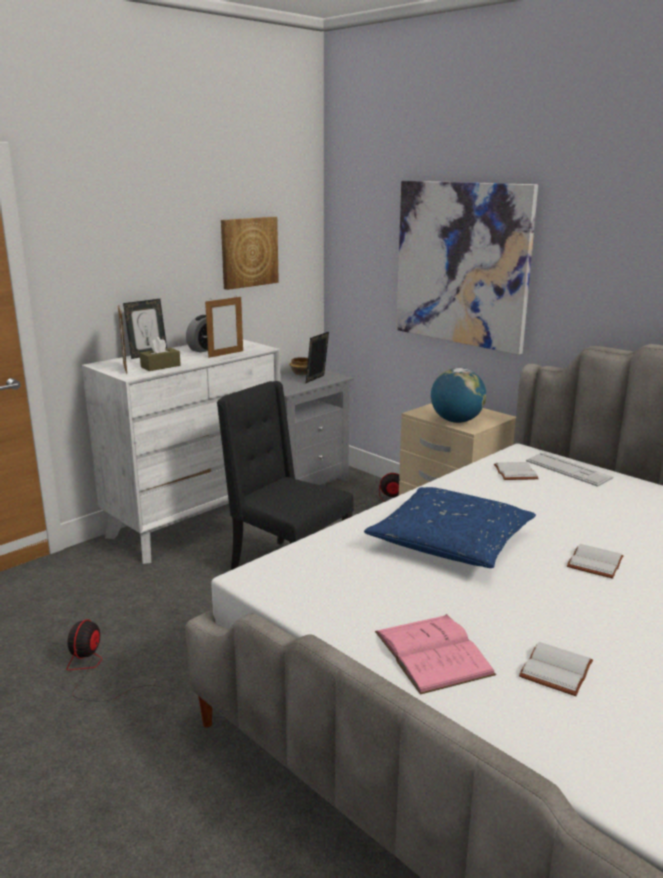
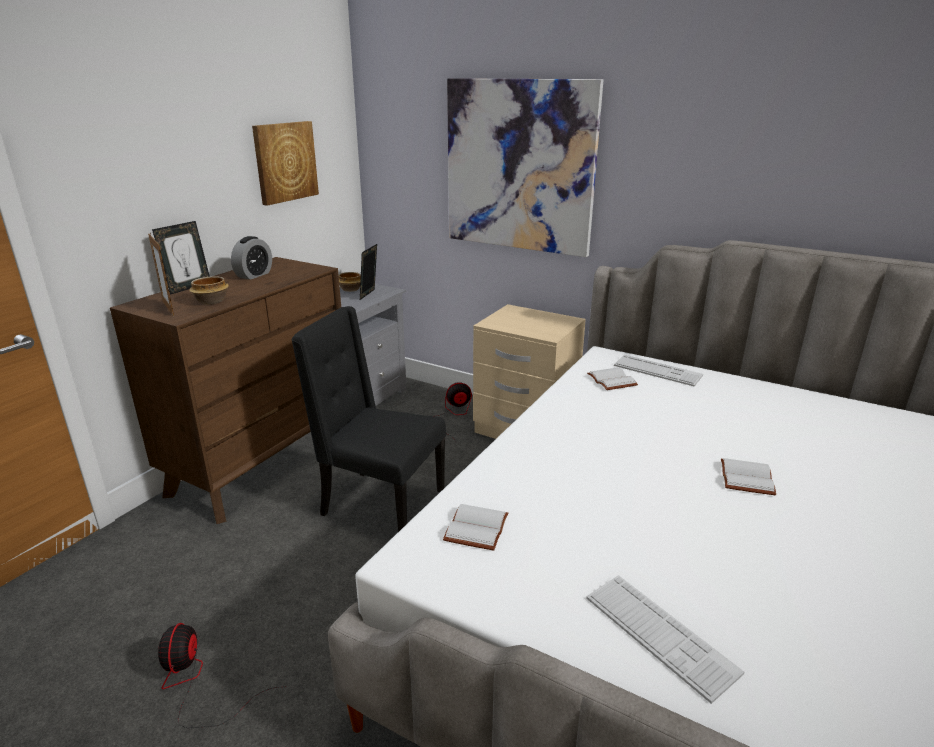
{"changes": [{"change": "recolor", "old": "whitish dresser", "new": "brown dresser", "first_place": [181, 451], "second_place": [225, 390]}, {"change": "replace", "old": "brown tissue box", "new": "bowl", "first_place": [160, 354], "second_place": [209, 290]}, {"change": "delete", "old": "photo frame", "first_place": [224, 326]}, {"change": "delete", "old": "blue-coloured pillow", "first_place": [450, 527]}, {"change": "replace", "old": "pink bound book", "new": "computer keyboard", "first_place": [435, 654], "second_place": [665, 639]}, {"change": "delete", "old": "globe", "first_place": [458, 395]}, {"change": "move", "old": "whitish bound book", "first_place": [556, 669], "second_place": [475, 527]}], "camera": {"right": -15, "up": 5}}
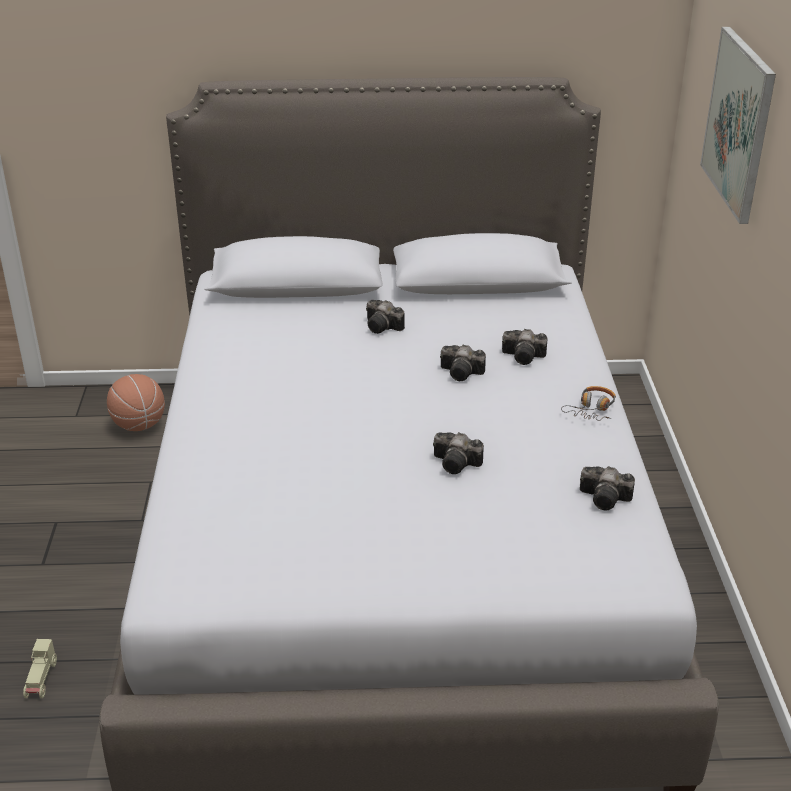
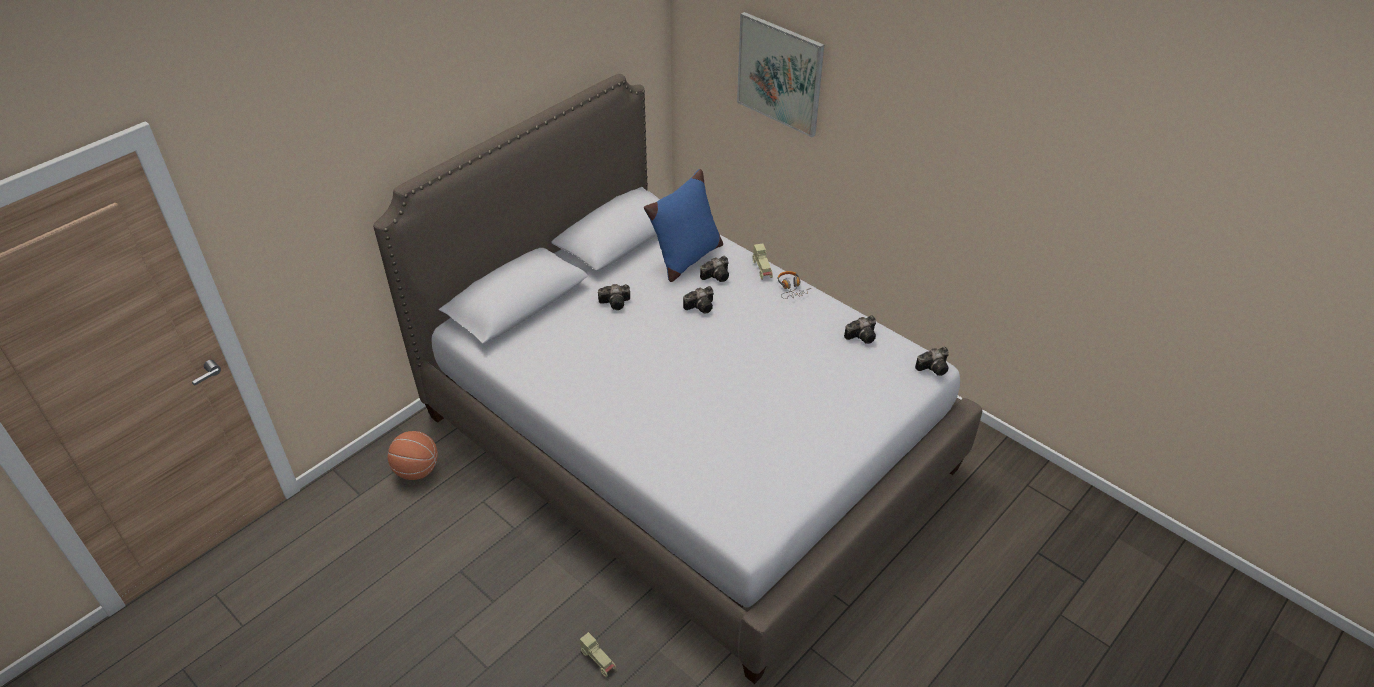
{"changes": [{"change": "move", "old": "photo camera", "first_place": [458, 453], "second_place": [932, 361]}, {"change": "insert", "new": "blue-coloured pillow", "second_place": [683, 225]}, {"change": "insert", "new": "sand-coloured model car", "second_place": [763, 261]}], "camera": {"right": -45, "up": 10}}
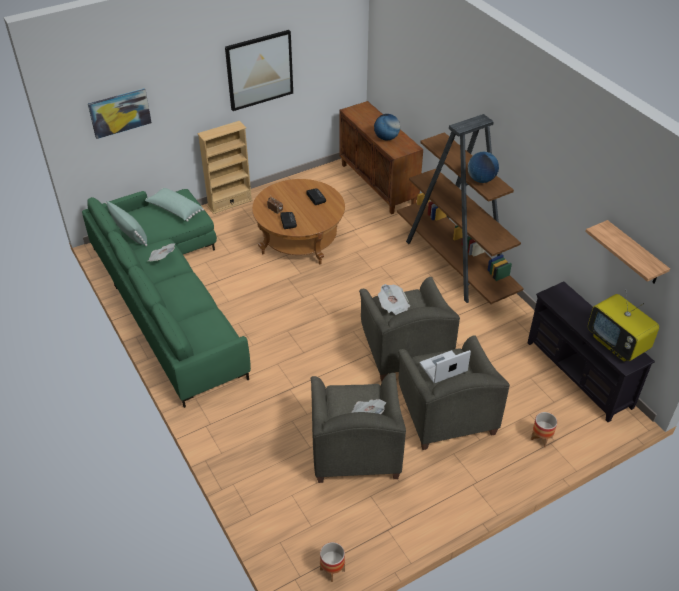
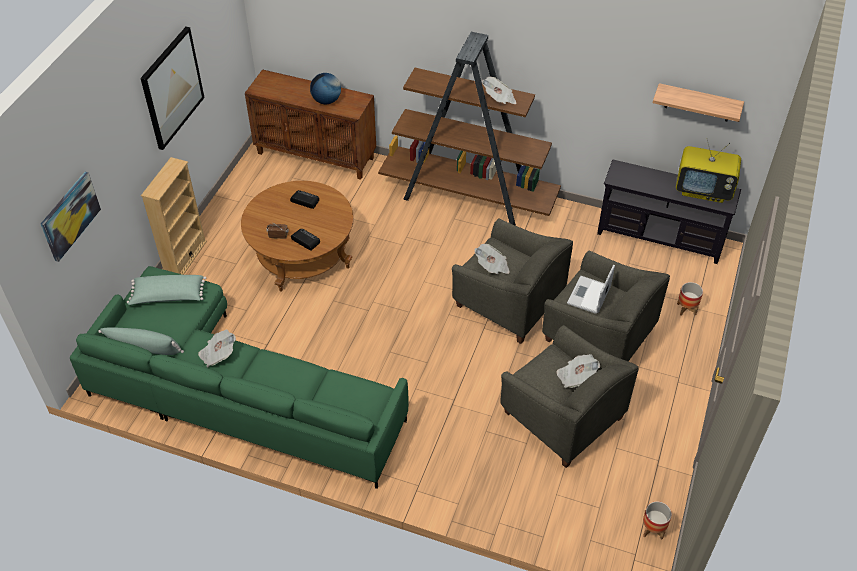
{"changes": [{"change": "replace", "old": "globe", "new": "newspaper", "first_place": [483, 167], "second_place": [499, 90]}], "camera": {"right": -40, "up": 5}}
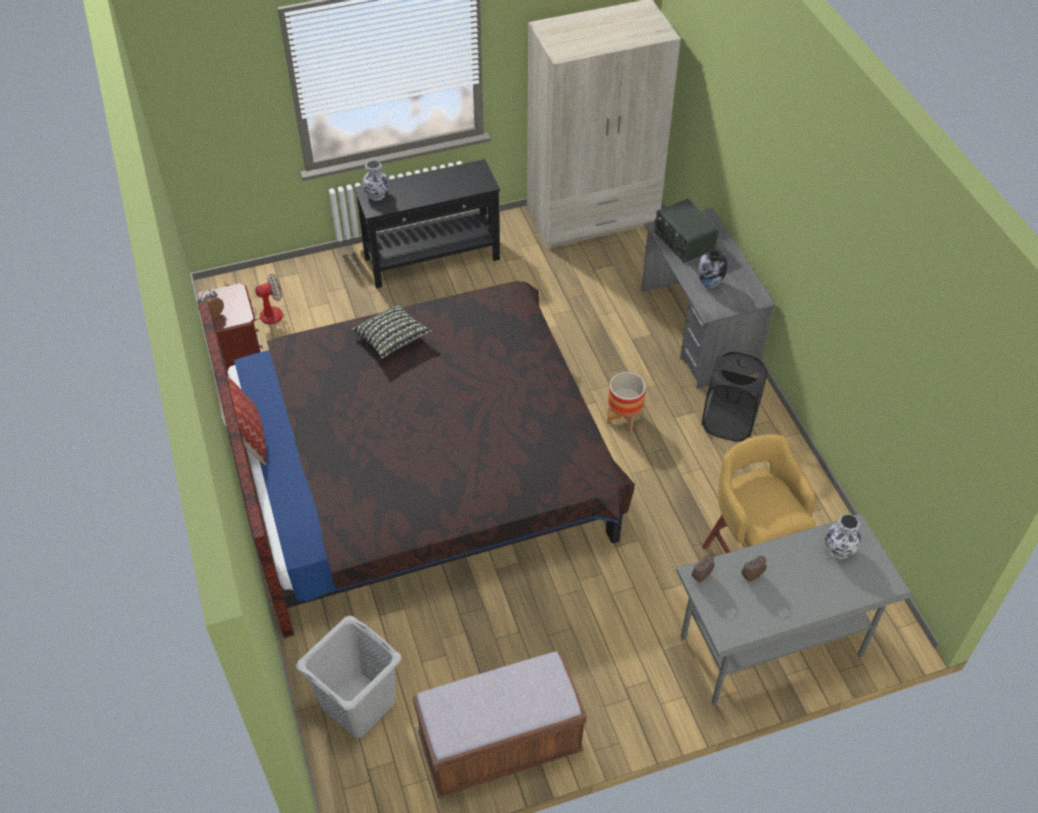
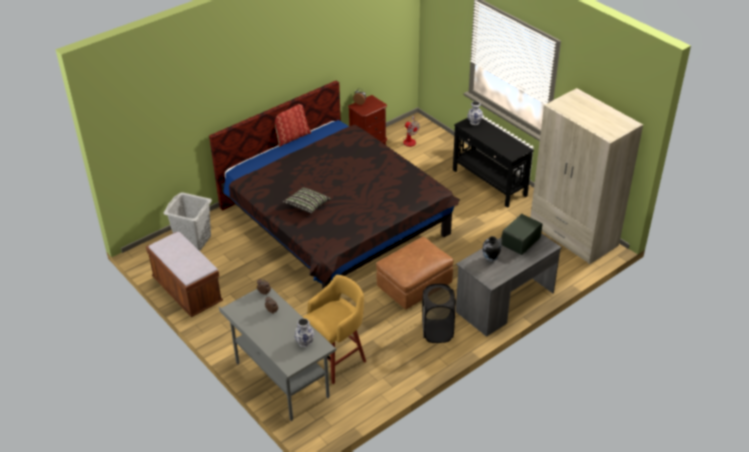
{"changes": [{"change": "move", "old": "pillow", "first_place": [392, 331], "second_place": [307, 200]}, {"change": "replace", "old": "planter", "new": "brown footrest", "first_place": [626, 402], "second_place": [415, 273]}], "camera": {"right": 70, "up": -10}}
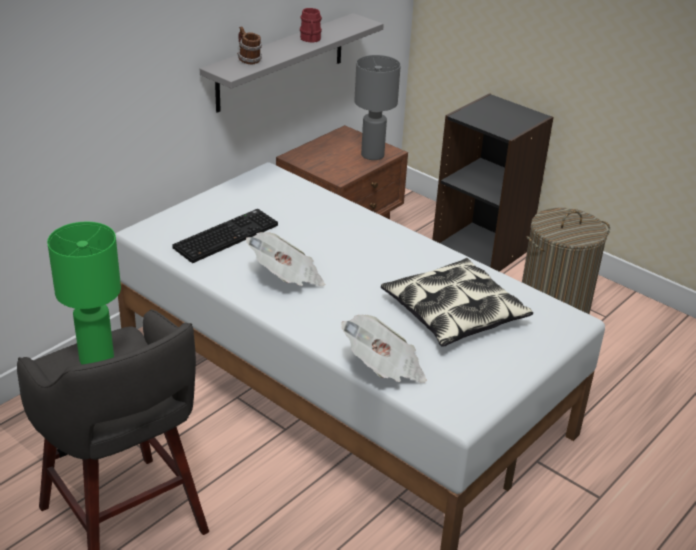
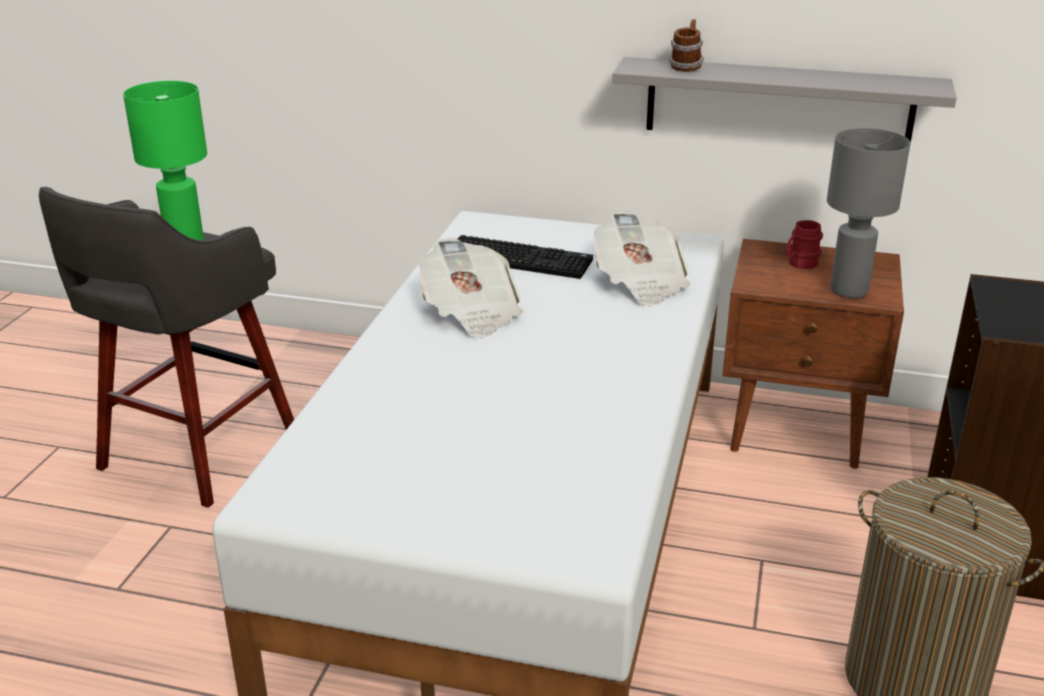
{"changes": [{"change": "move", "old": "reddish tea mug", "first_place": [311, 25], "second_place": [804, 244]}, {"change": "move", "old": "newspaper", "first_place": [384, 349], "second_place": [641, 259]}, {"change": "delete", "old": "pillow", "first_place": [457, 302]}], "camera": {"right": 65, "up": -5}}
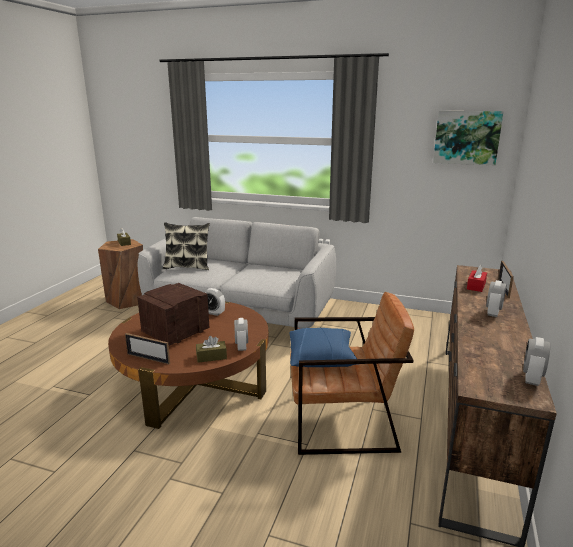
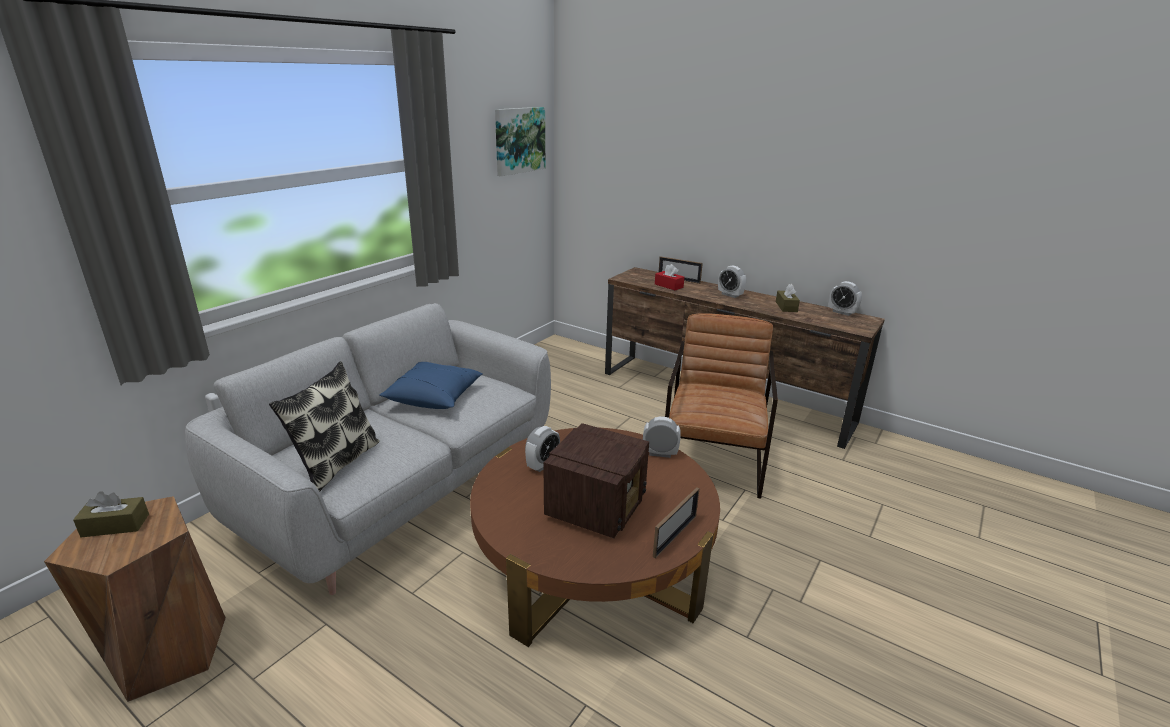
{"changes": [{"change": "rotate", "old": "radio receiver", "first_place": [173, 314], "second_place": [596, 480], "degrees": -120}, {"change": "move", "old": "brown tissue box", "first_place": [211, 349], "second_place": [788, 298]}, {"change": "move", "old": "blue-coloured pillow", "first_place": [324, 347], "second_place": [431, 385]}], "camera": {"right": -75, "up": 5}}
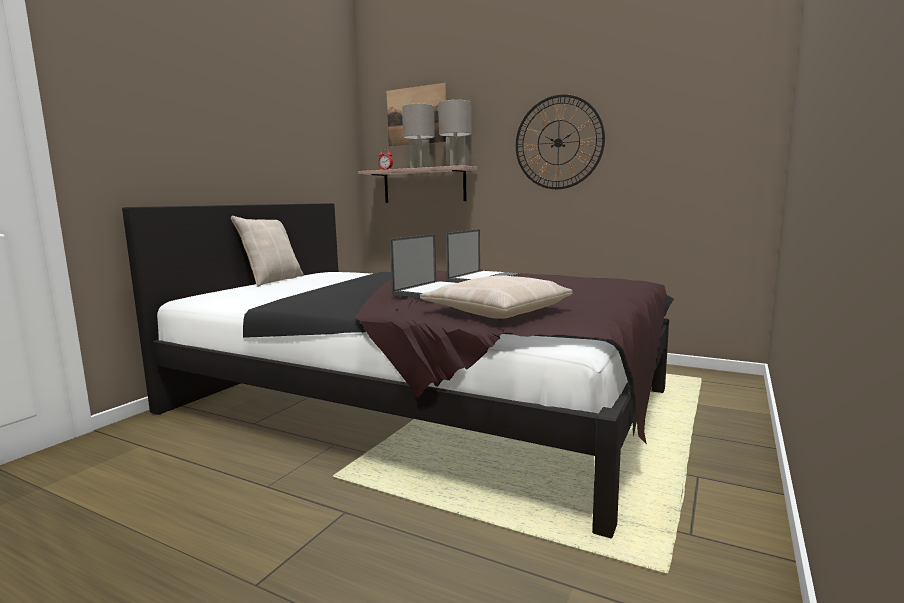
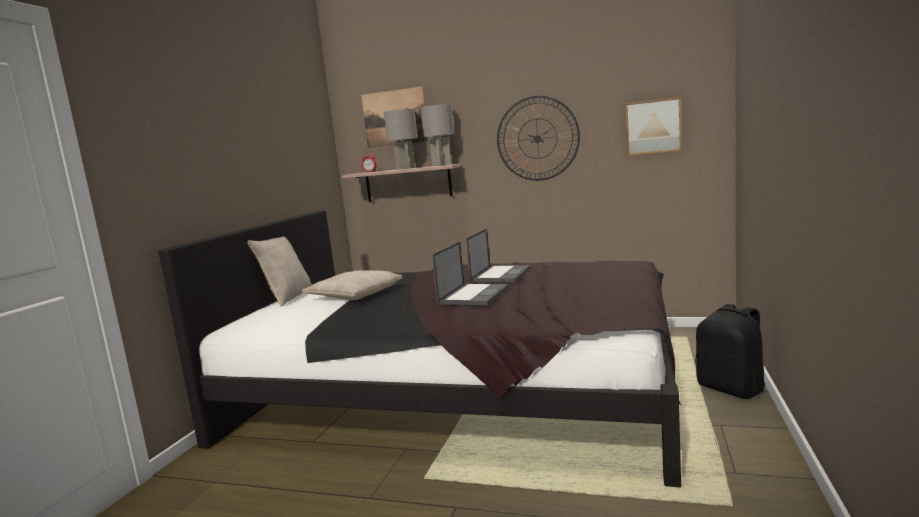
{"changes": [{"change": "move", "old": "sand-coloured pillow", "first_place": [496, 297], "second_place": [352, 285]}, {"change": "insert", "new": "wall art", "second_place": [653, 126]}, {"change": "insert", "new": "black backpack", "second_place": [730, 351]}], "camera": {"right": -10, "up": 0}}
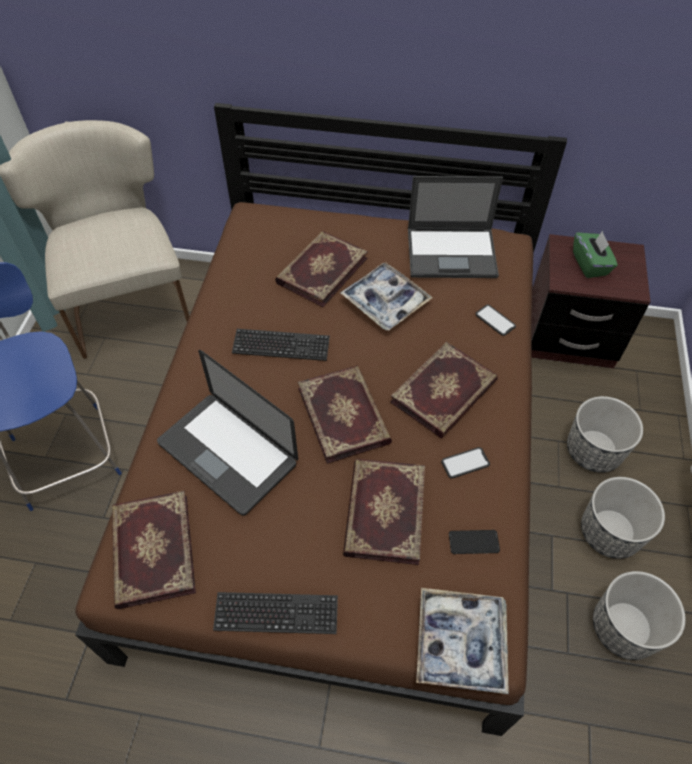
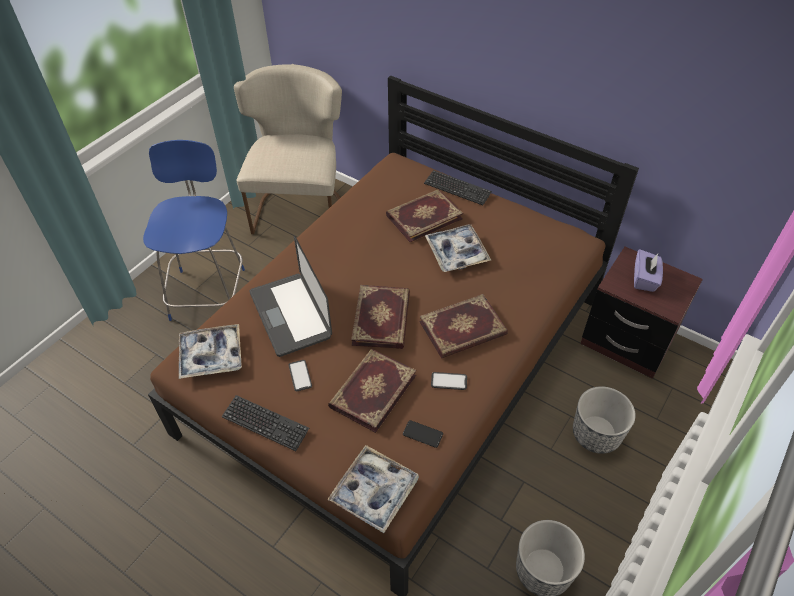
{"changes": [{"change": "replace", "old": "bound book", "new": "tray", "first_place": [154, 550], "second_place": [210, 351]}, {"change": "move", "old": "computer keyboard", "first_place": [281, 345], "second_place": [458, 187]}, {"change": "delete", "old": "portable computer", "first_place": [455, 227]}, {"change": "move", "old": "phone", "first_place": [495, 320], "second_place": [300, 375]}, {"change": "recolor", "old": "greenish tissue box", "new": "purple tissue box", "first_place": [595, 254], "second_place": [648, 270]}, {"change": "delete", "old": "planter", "first_place": [623, 518]}], "camera": {"right": 25, "up": -5}}
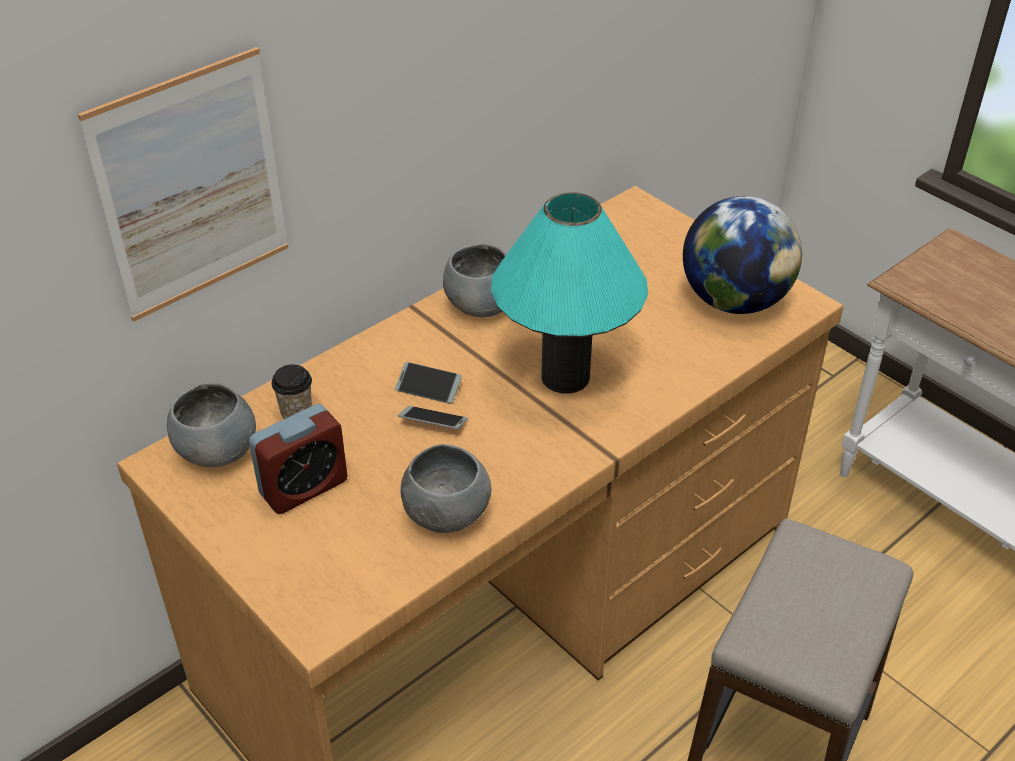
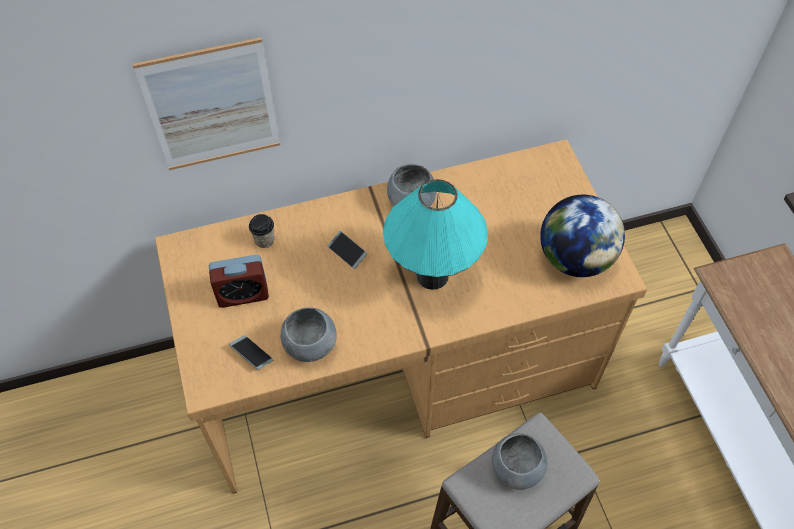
{"changes": [{"change": "move", "old": "gray bowl", "first_place": [211, 425], "second_place": [520, 461]}, {"change": "move", "old": "phone", "first_place": [433, 417], "second_place": [251, 352]}], "camera": {"right": 25, "up": 15}}
